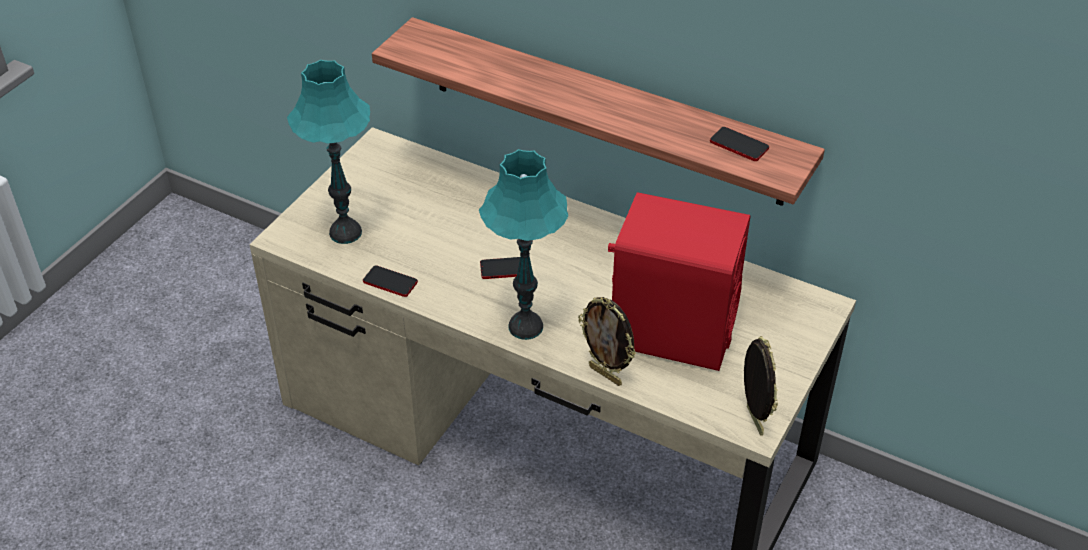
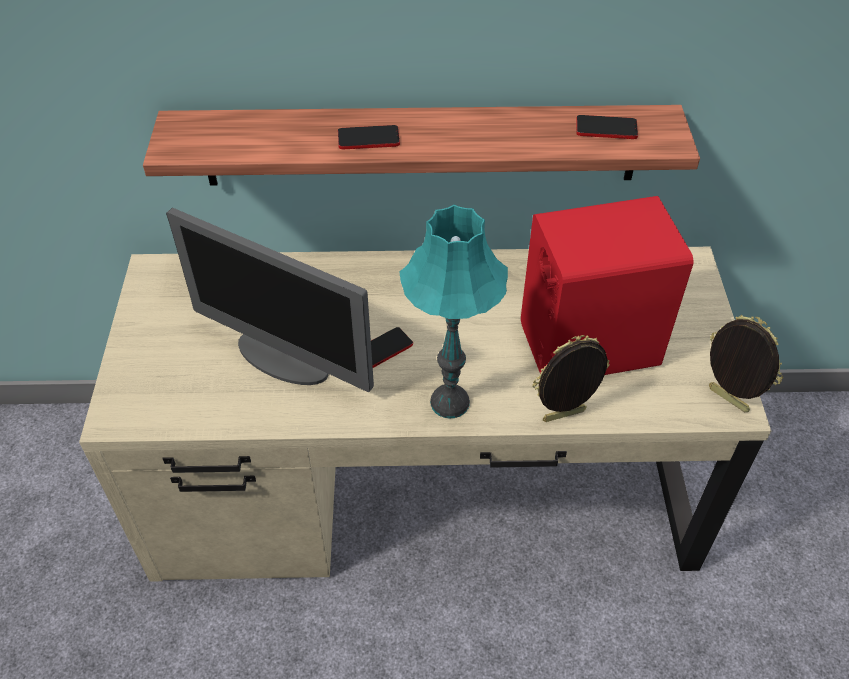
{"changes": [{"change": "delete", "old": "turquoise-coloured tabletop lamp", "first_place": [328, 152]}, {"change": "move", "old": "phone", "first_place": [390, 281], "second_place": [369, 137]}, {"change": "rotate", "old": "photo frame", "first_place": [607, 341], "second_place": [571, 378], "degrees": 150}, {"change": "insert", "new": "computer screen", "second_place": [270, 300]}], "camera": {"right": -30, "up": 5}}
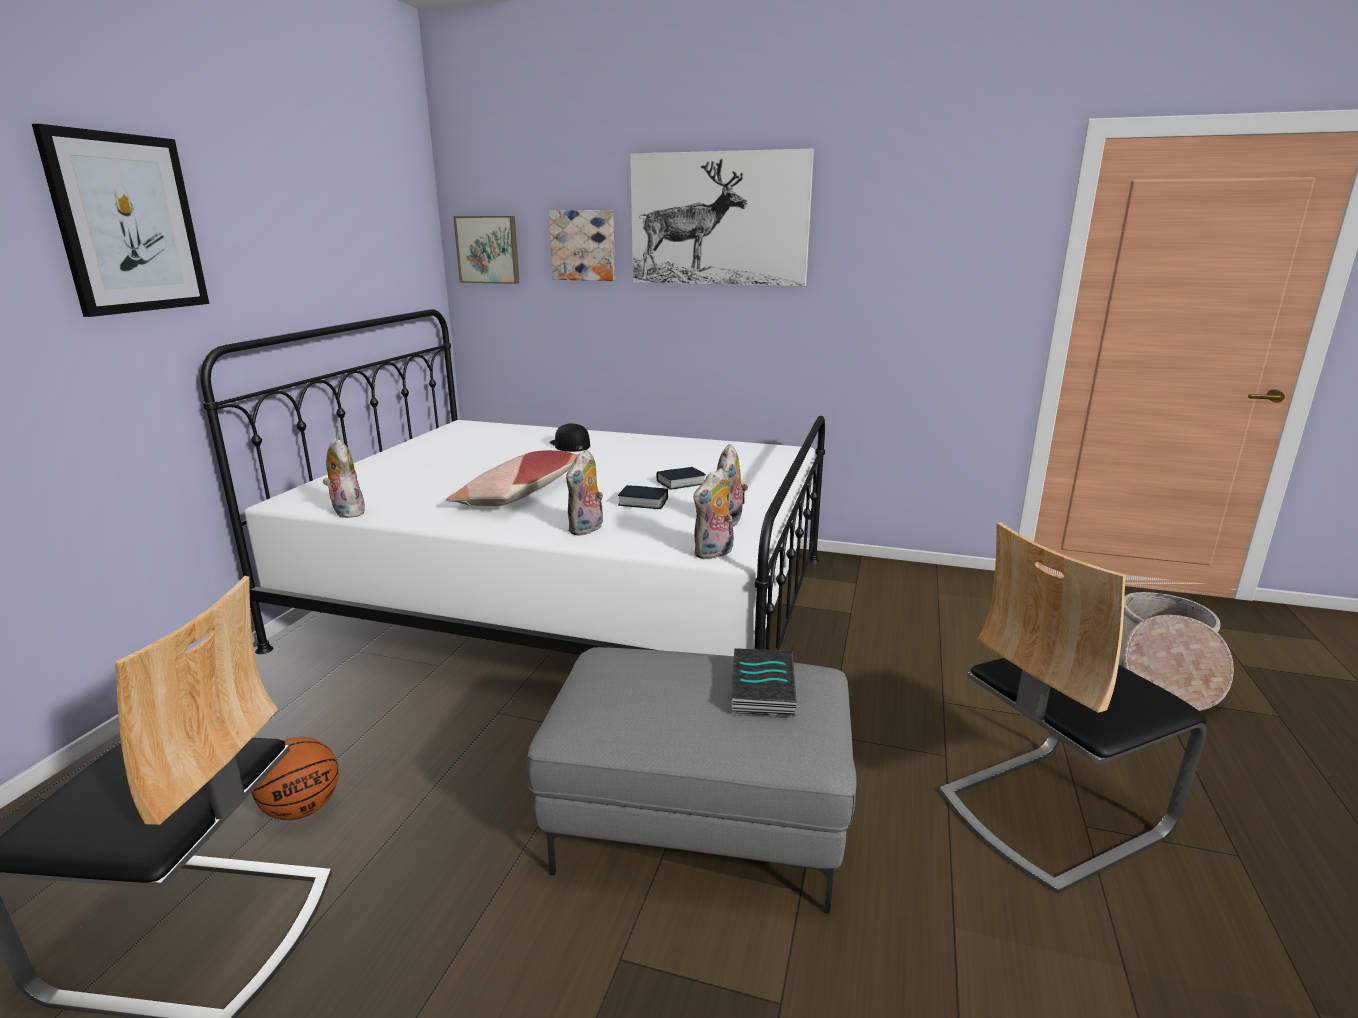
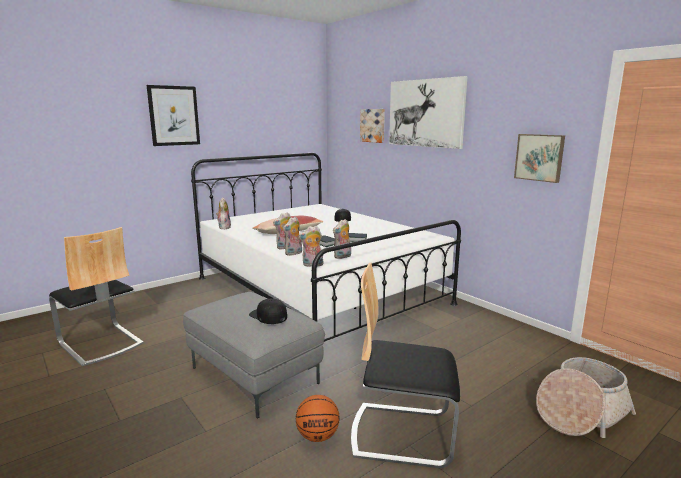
{"changes": [{"change": "move", "old": "ball for basketball", "first_place": [295, 778], "second_place": [317, 418]}, {"change": "move", "old": "wall art", "first_place": [486, 250], "second_place": [539, 158]}, {"change": "replace", "old": "bound book", "new": "black cap", "first_place": [764, 682], "second_place": [268, 311]}, {"change": "insert", "new": "cuddly toy", "second_place": [292, 236]}], "camera": {"right": 35, "up": -5}}
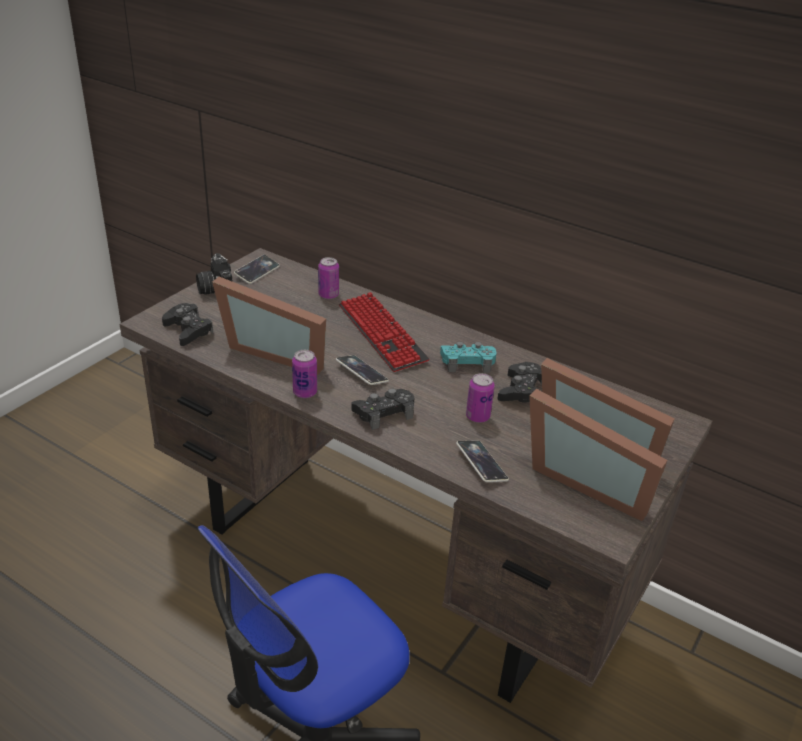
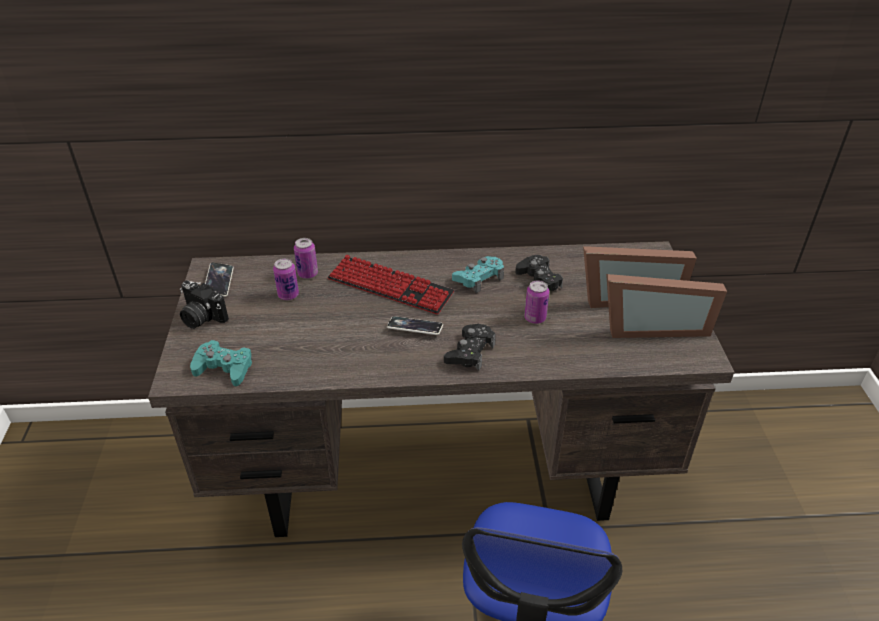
{"changes": [{"change": "recolor", "old": "black gamepad", "new": "turquoise-coloured gamepad", "first_place": [187, 324], "second_place": [221, 363]}, {"change": "delete", "old": "photo frame", "first_place": [269, 326]}, {"change": "move", "old": "sealed can", "first_place": [304, 374], "second_place": [286, 279]}, {"change": "delete", "old": "phone", "first_place": [482, 461]}], "camera": {"right": -35, "up": 5}}
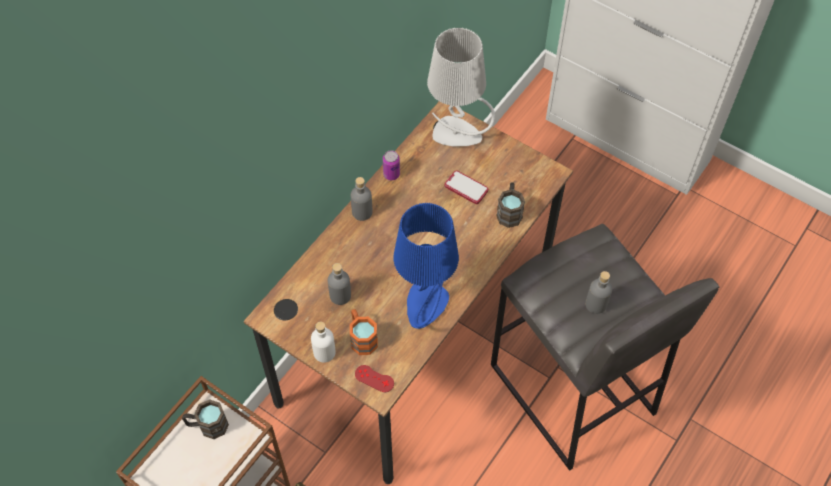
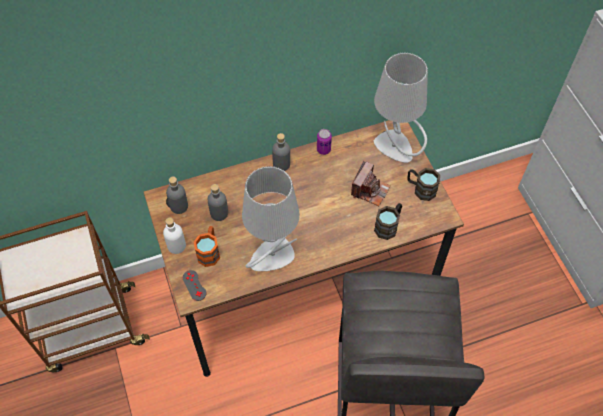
{"changes": [{"change": "move", "old": "brown tea mug", "first_place": [205, 419], "second_place": [423, 184]}, {"change": "recolor", "old": "reddish gamepad", "new": "gray gamepad", "first_place": [374, 378], "second_place": [194, 285]}, {"change": "recolor", "old": "blue-coloured tabletop lamp", "new": "gray tabletop lamp", "first_place": [426, 266], "second_place": [271, 218]}, {"change": "replace", "old": "phone", "new": "photo camera", "first_place": [466, 187], "second_place": [371, 183]}, {"change": "move", "old": "gray beverage bottle", "first_place": [598, 292], "second_place": [177, 195]}], "camera": {"right": 35, "up": 0}}
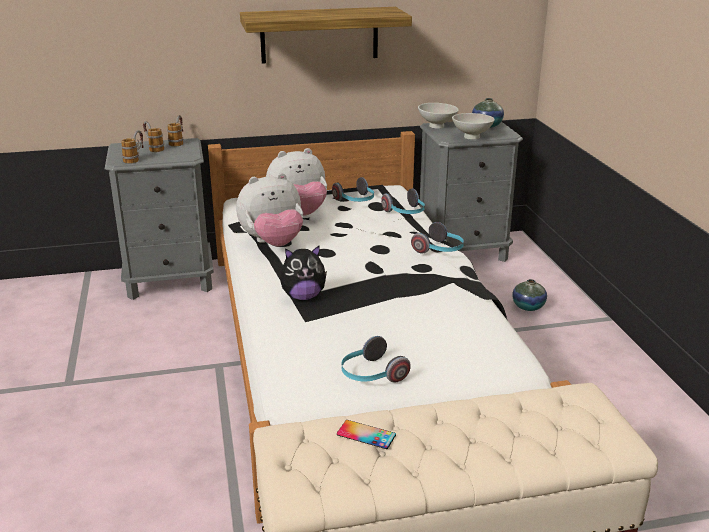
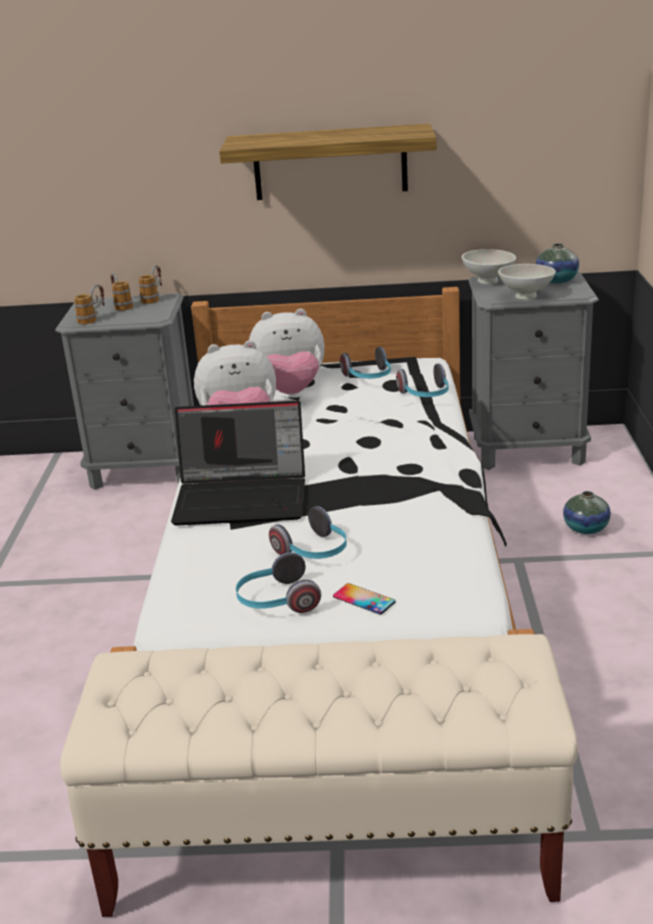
{"changes": [{"change": "replace", "old": "cuddly toy", "new": "portable computer", "first_place": [303, 273], "second_place": [238, 463]}, {"change": "move", "old": "phone", "first_place": [366, 434], "second_place": [364, 599]}, {"change": "move", "old": "pair of headphones", "first_place": [437, 238], "second_place": [308, 532]}], "camera": {"right": 15, "up": 0}}
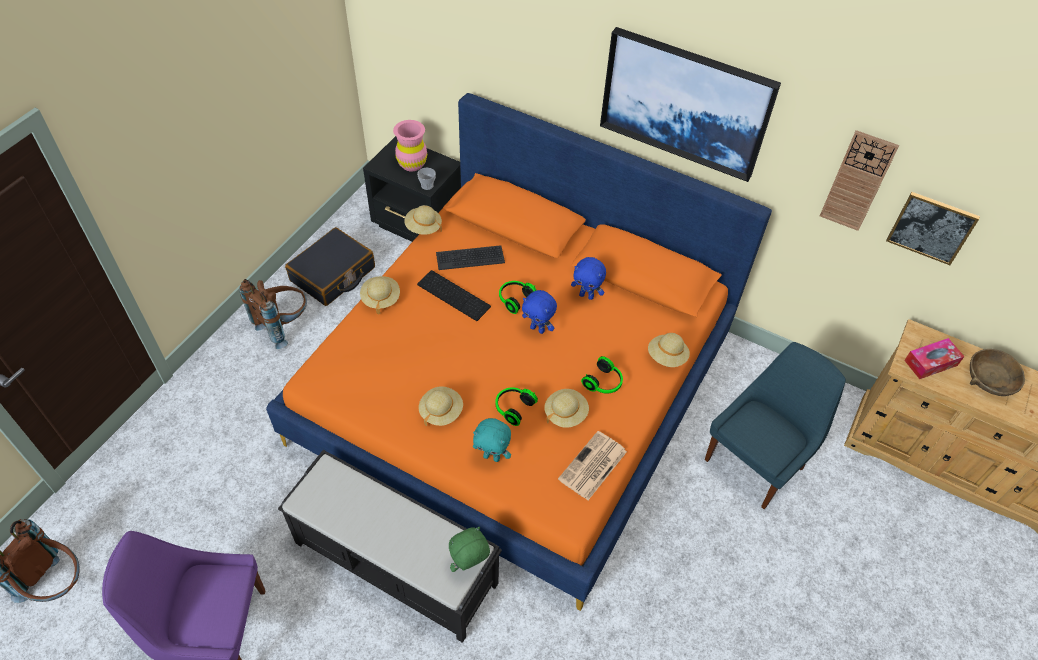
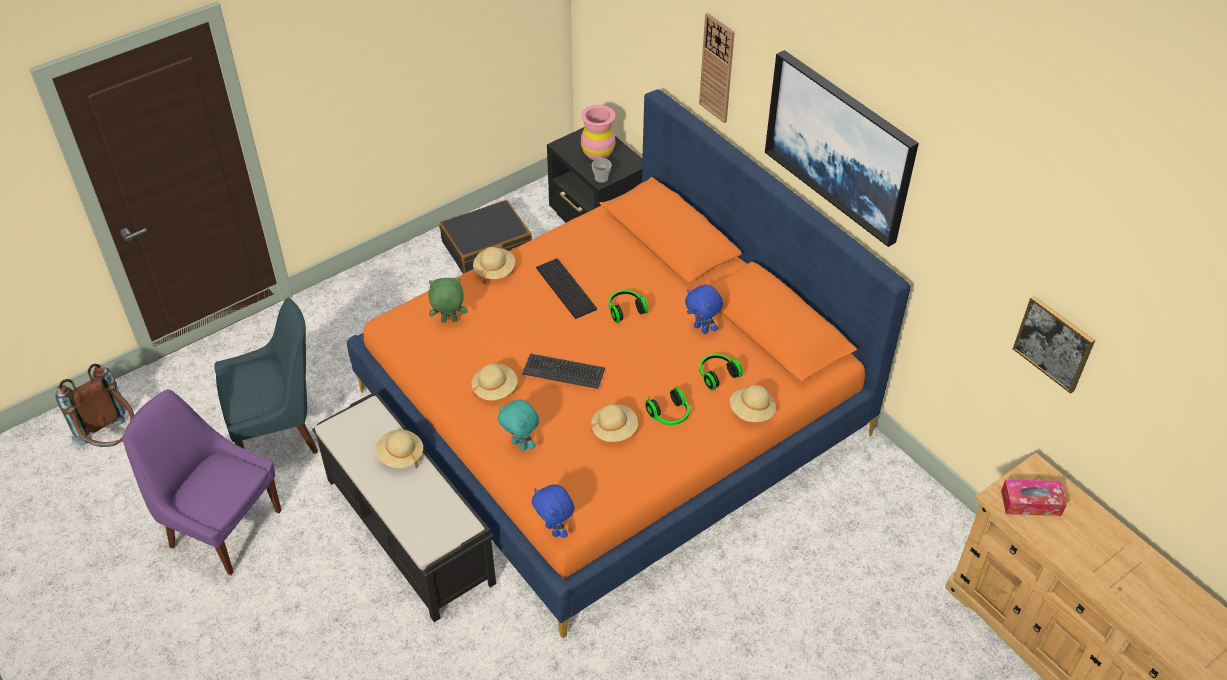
{"changes": [{"change": "delete", "old": "brown backpack", "first_place": [273, 314]}, {"change": "move", "old": "sand-coloured wearable hat", "first_place": [423, 220], "second_place": [399, 448]}, {"change": "move", "old": "computer keyboard", "first_place": [470, 257], "second_place": [563, 371]}, {"change": "move", "old": "greenish cuddly toy", "first_place": [469, 549], "second_place": [447, 300]}, {"change": "move", "old": "pair of headphones", "first_place": [516, 406], "second_place": [721, 372]}, {"change": "move", "old": "blue-coloured cuddly toy", "first_place": [539, 312], "second_place": [553, 511]}, {"change": "delete", "old": "newspaper", "first_place": [592, 465]}, {"change": "move", "old": "blue-coloured chair", "first_place": [775, 425], "second_place": [266, 376]}, {"change": "move", "old": "clock on the wall", "first_place": [859, 180], "second_place": [717, 68]}, {"change": "delete", "old": "brown bowl", "first_place": [997, 372]}], "camera": {"right": 25, "up": -5}}
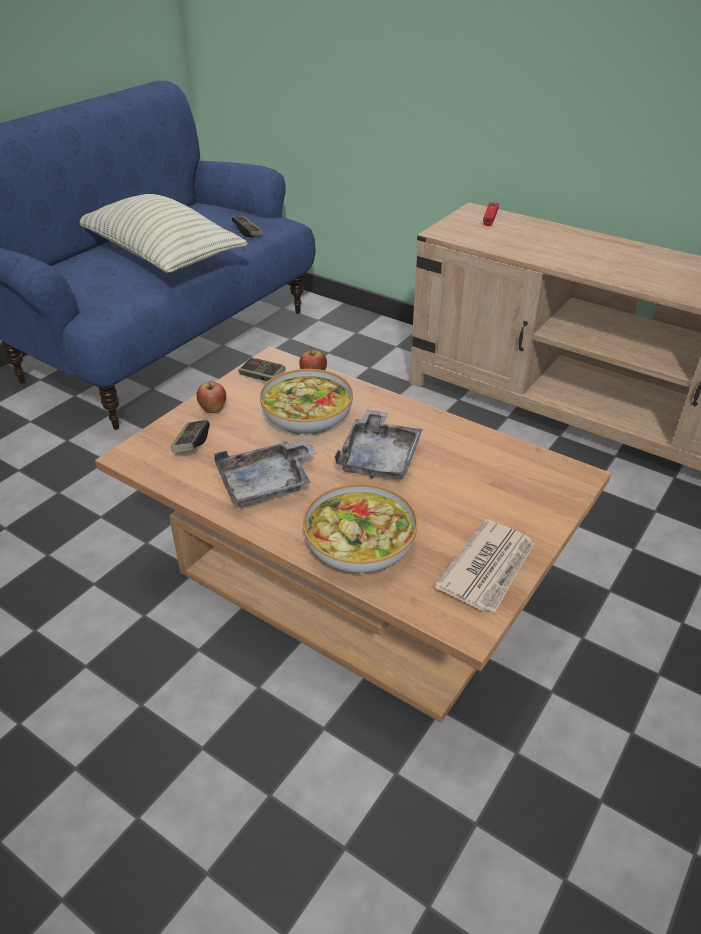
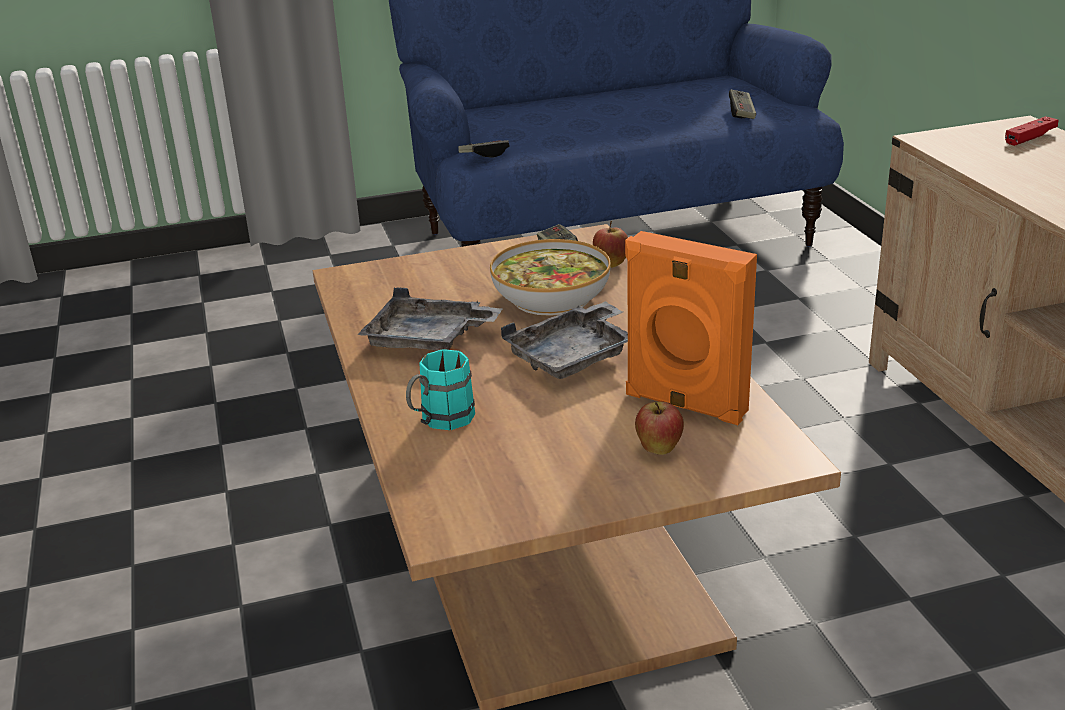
{"changes": [{"change": "delete", "old": "pillow", "first_place": [164, 233]}, {"change": "move", "old": "gamepad", "first_place": [190, 436], "second_place": [483, 149]}, {"change": "move", "old": "apple fruit", "first_place": [211, 397], "second_place": [659, 428]}, {"change": "replace", "old": "bowl", "new": "turquoise-coloured tea mug", "first_place": [360, 528], "second_place": [440, 389]}, {"change": "delete", "old": "newspaper", "first_place": [484, 566]}, {"change": "insert", "new": "orangey audio speaker", "second_place": [691, 328]}], "camera": {"right": 40, "up": -10}}
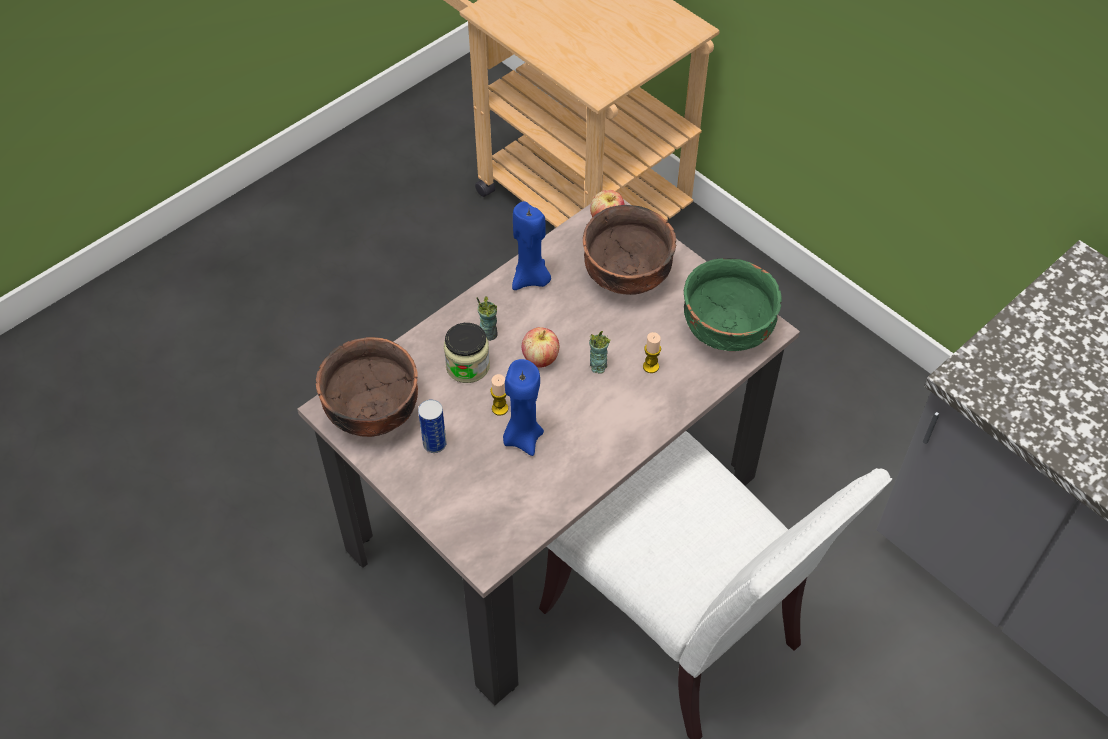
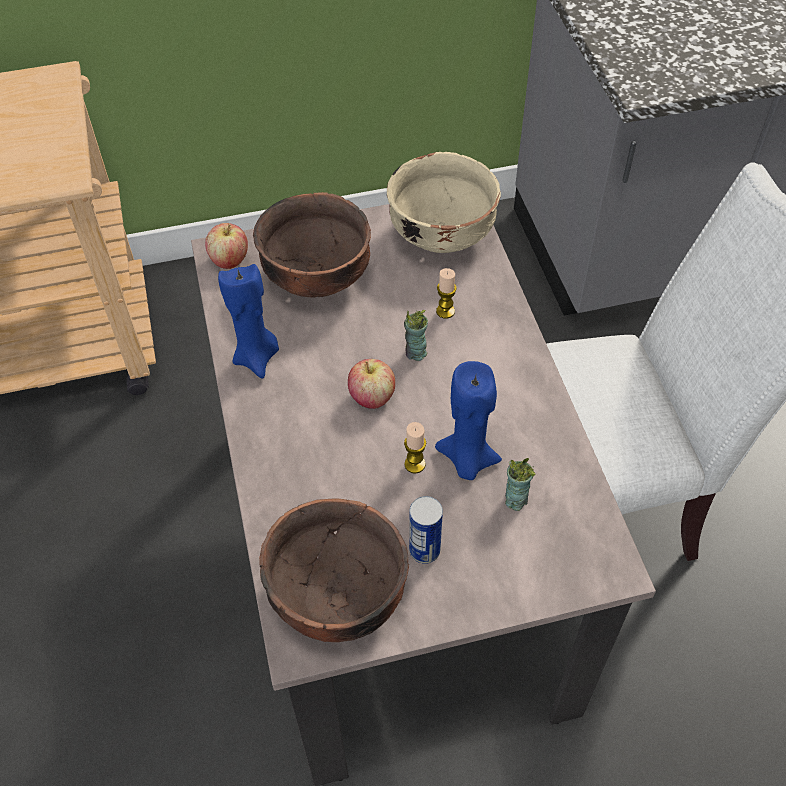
{"changes": [{"change": "delete", "old": "jar", "first_place": [467, 353]}, {"change": "move", "old": "cup", "first_place": [487, 318], "second_place": [520, 484]}, {"change": "recolor", "old": "greenish bowl", "new": "sand-coloured bowl", "first_place": [733, 304], "second_place": [444, 202]}], "camera": {"right": -60, "up": 0}}
